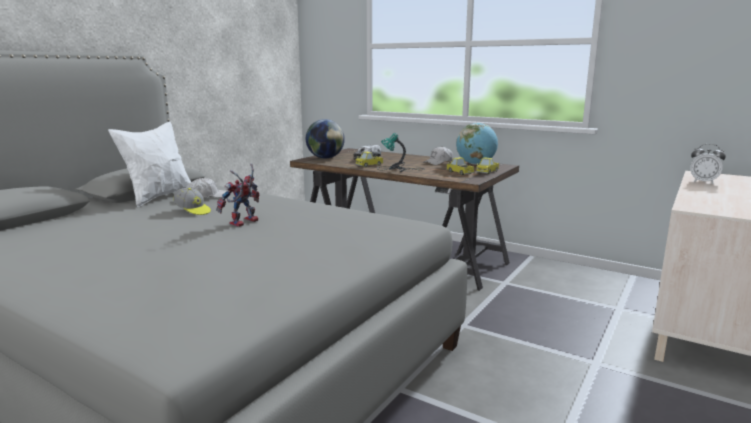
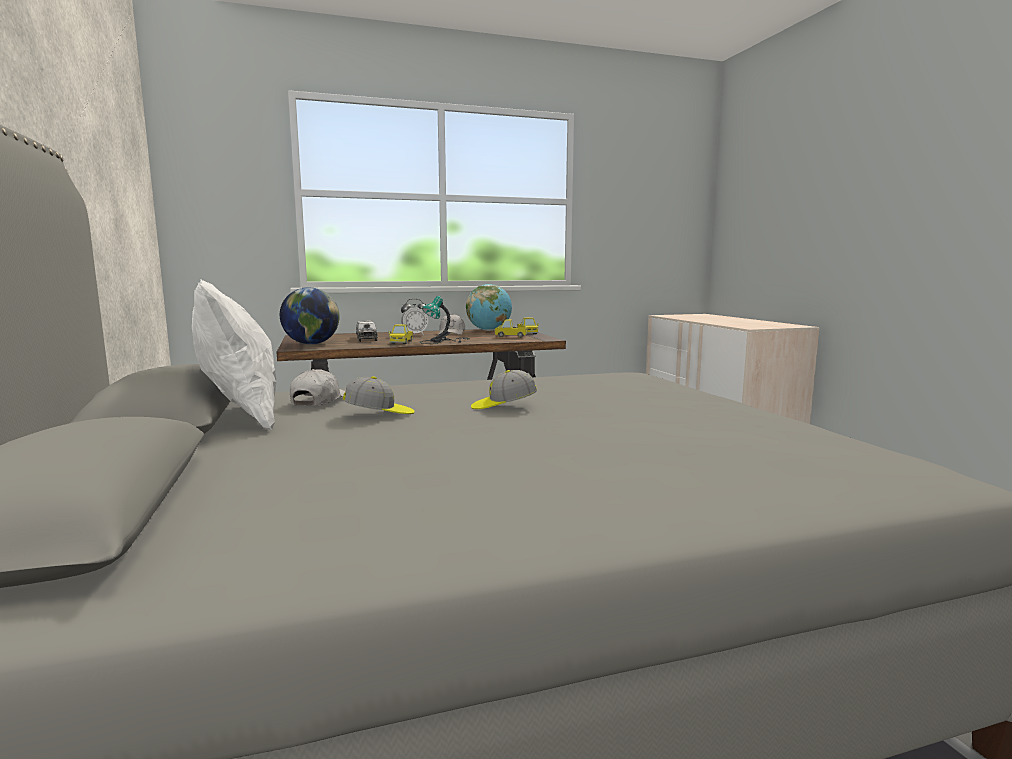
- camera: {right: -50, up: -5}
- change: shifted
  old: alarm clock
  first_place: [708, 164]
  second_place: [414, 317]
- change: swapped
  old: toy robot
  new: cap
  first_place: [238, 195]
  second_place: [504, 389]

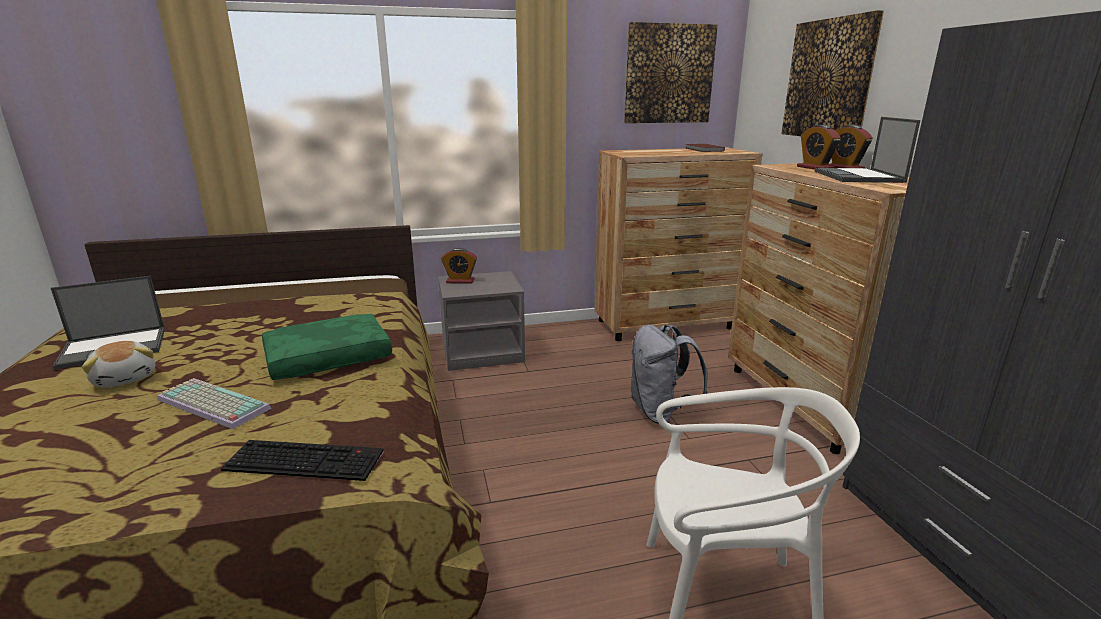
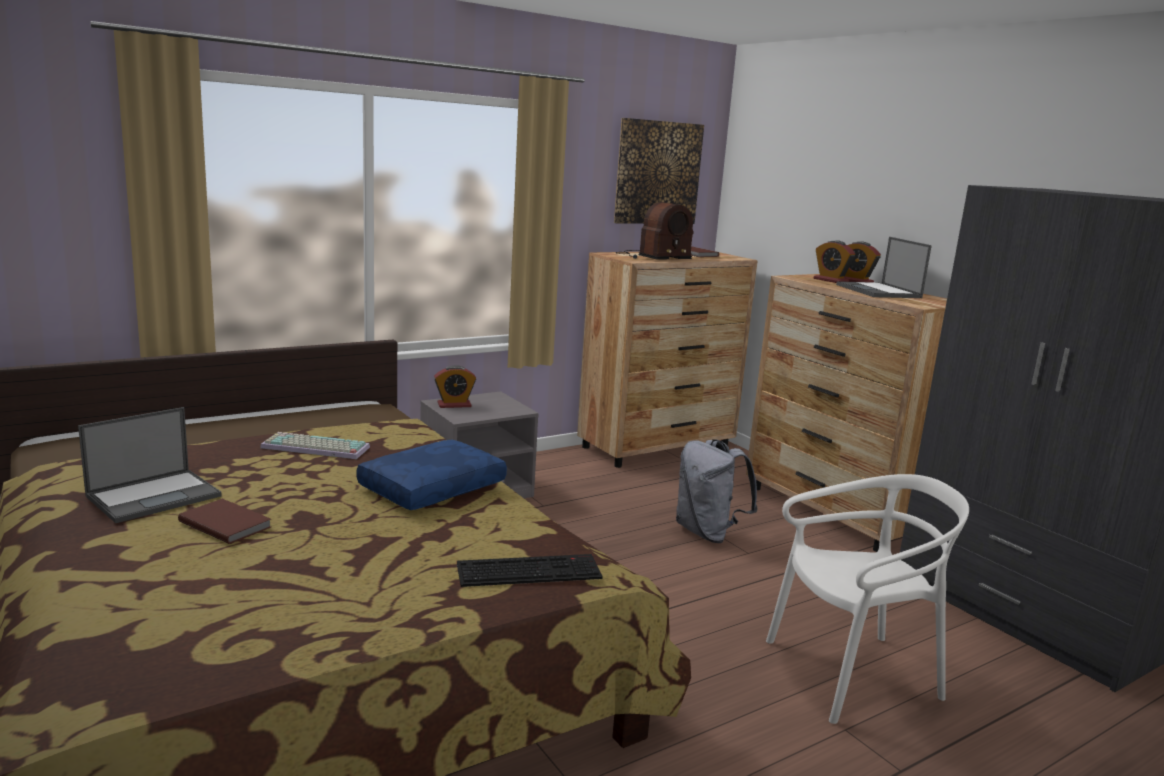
- camera: {right: -20, up: -5}
- change: gone
  old: picture
  first_place: [832, 73]
- change: new
  new: radio
  second_place: [655, 231]
- change: shifted
  old: keyboard
  first_place: [214, 403]
  second_place: [315, 445]
- change: swapped
  old: plush toy
  new: brown book
  first_place: [118, 364]
  second_place: [224, 521]
- change: repainted
  old: green pillow
  new: blue pillow
  first_place: [327, 347]
  second_place: [431, 475]

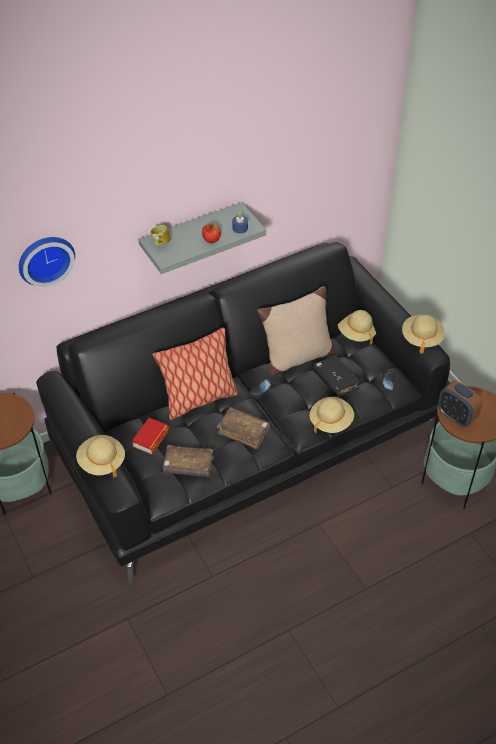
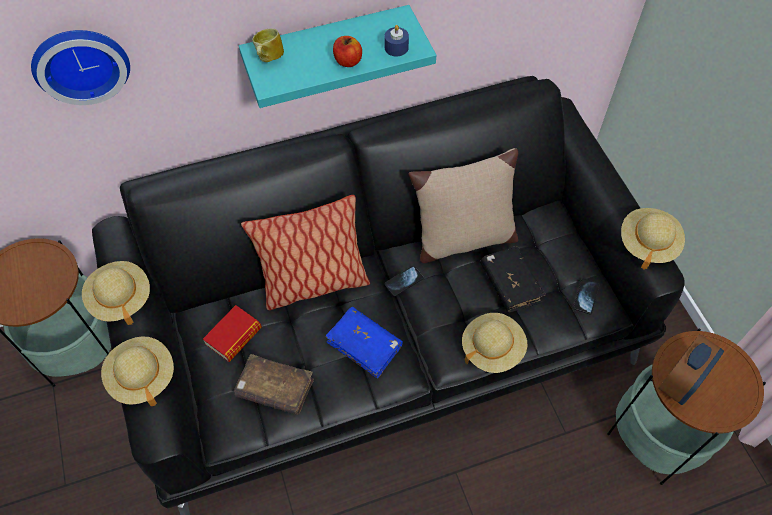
- camera: {right: 10, up: 10}
- change: shifted
  old: beige hat
  first_place: [357, 327]
  second_place: [116, 293]
- change: repainted
  old: grey shelf
  new: turquoise shelf
  first_place: [202, 238]
  second_place: [337, 56]
- change: repainted
  old: brown book
  new: blue book
  first_place: [243, 428]
  second_place: [364, 343]
- change: rotated
  old: alarm clock
  first_place: [460, 403]
  second_place: [691, 369]
  degrees: -105

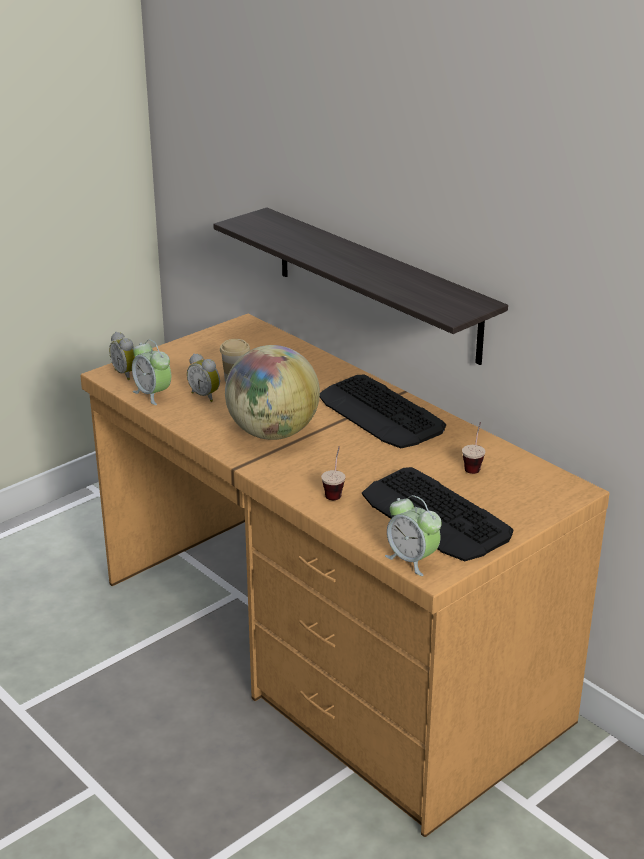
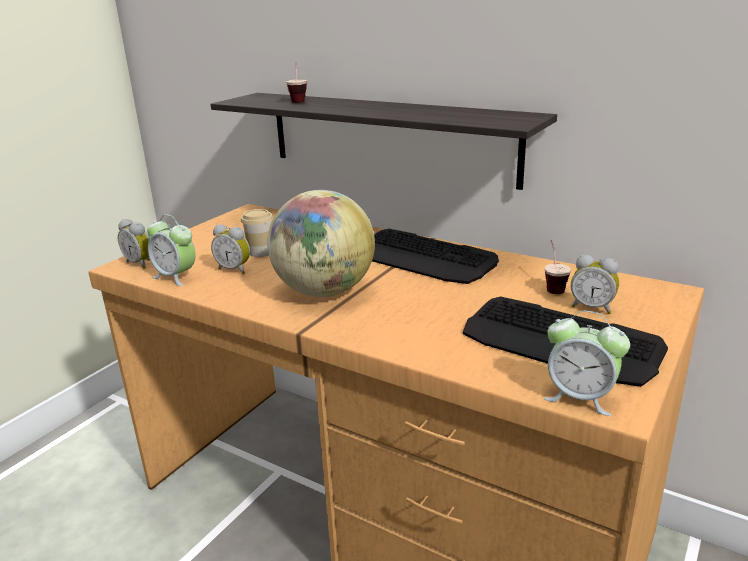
- camera: {right: -15, up: -5}
- change: new
  new: alarm clock
  second_place: [595, 284]
- change: shifted
  old: cup
  first_place: [333, 473]
  second_place: [296, 83]

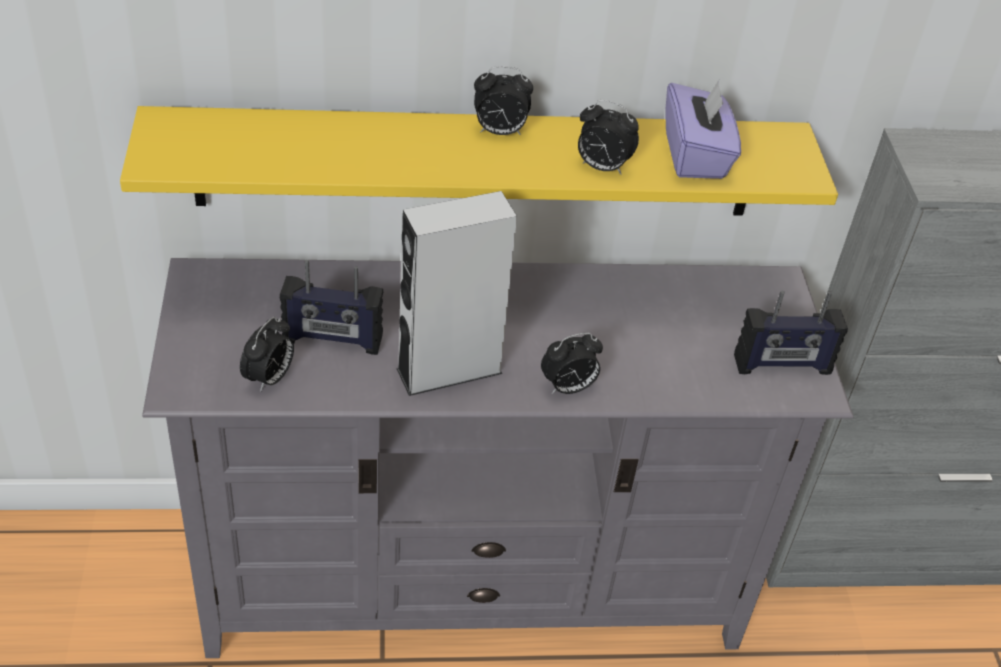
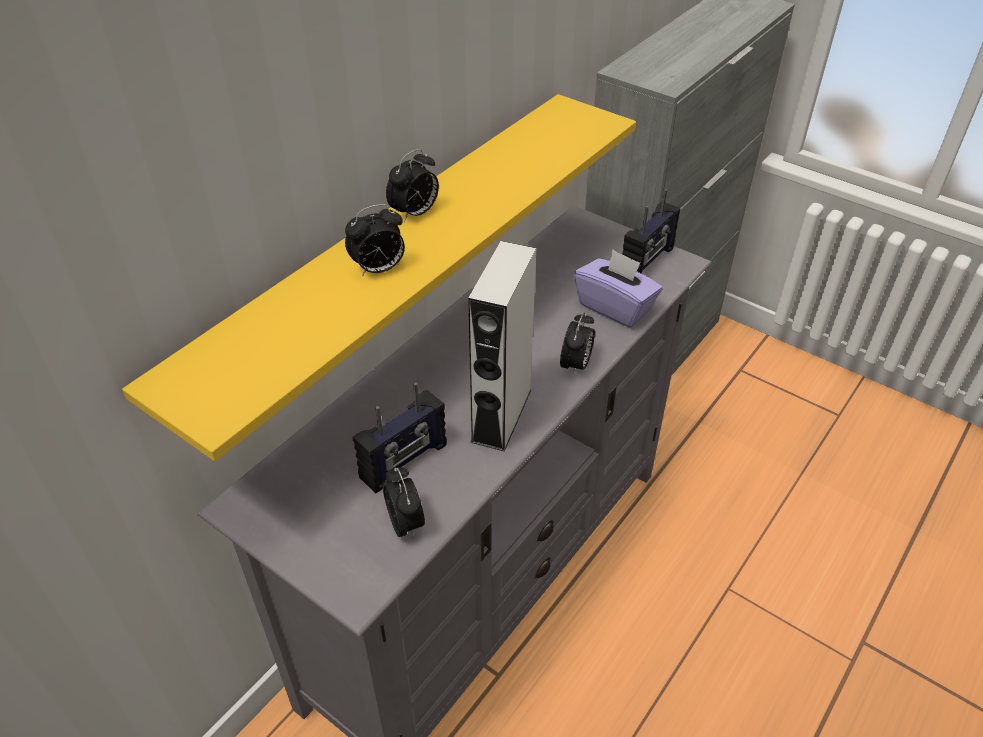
- camera: {right: -45, up: 0}
- change: shifted
  old: alarm clock
  first_place: [608, 137]
  second_place: [375, 240]
- change: shifted
  old: purple tissue box
  first_place: [703, 129]
  second_place: [618, 288]

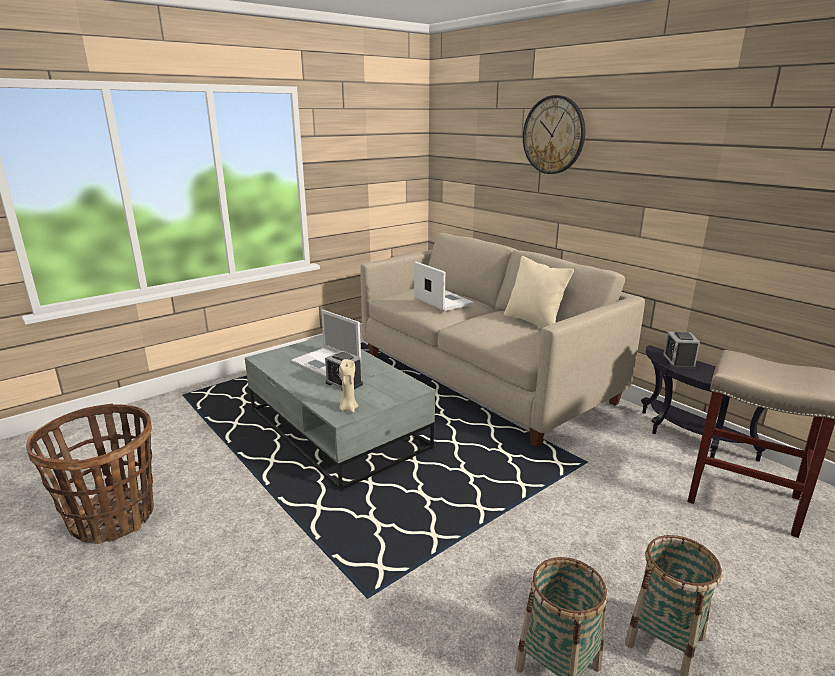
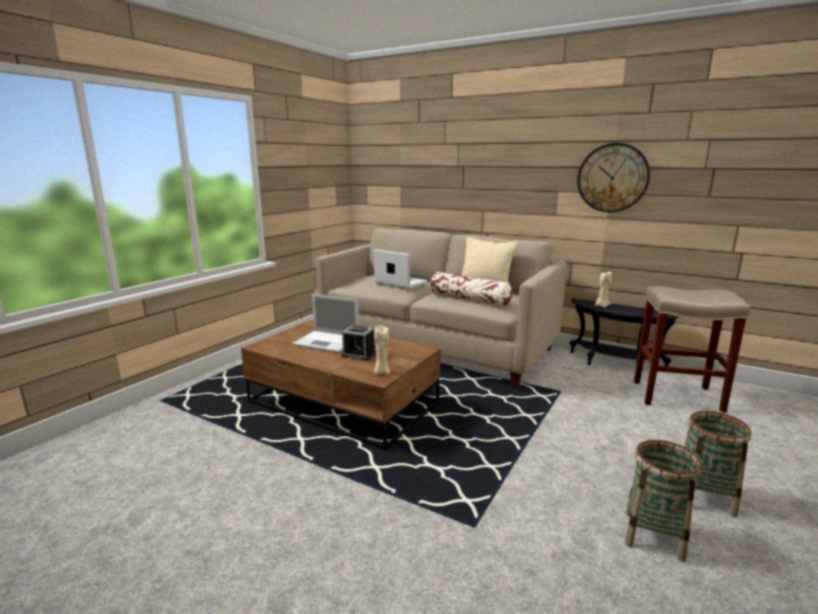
- camera: {right: -20, up: -5}
- change: gone
  old: basket
  first_place: [90, 473]
- change: new
  new: pillow
  second_place: [471, 289]
- change: shifted
  old: wall clock
  first_place: [554, 134]
  second_place: [613, 177]
- change: swapped
  old: alarm clock
  new: beige candle
  first_place: [681, 350]
  second_place: [603, 290]
- change: repainted
  old: grey coffee table
  new: brown coffee table
  first_place: [340, 414]
  second_place: [340, 385]

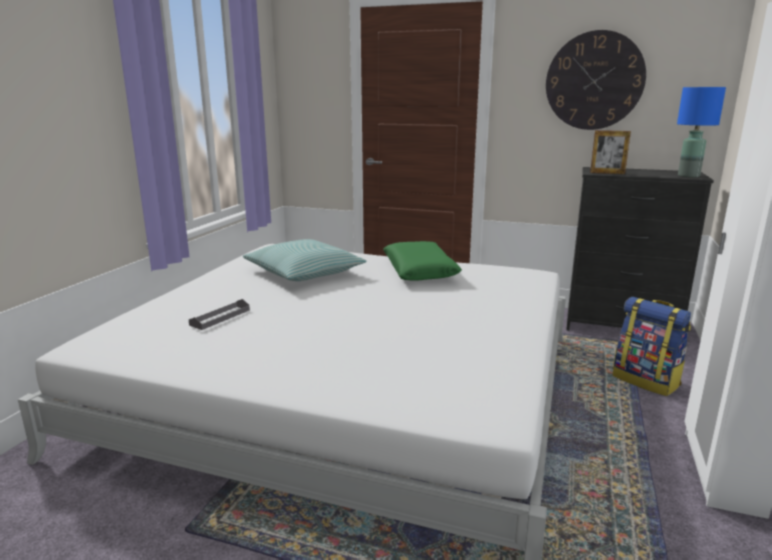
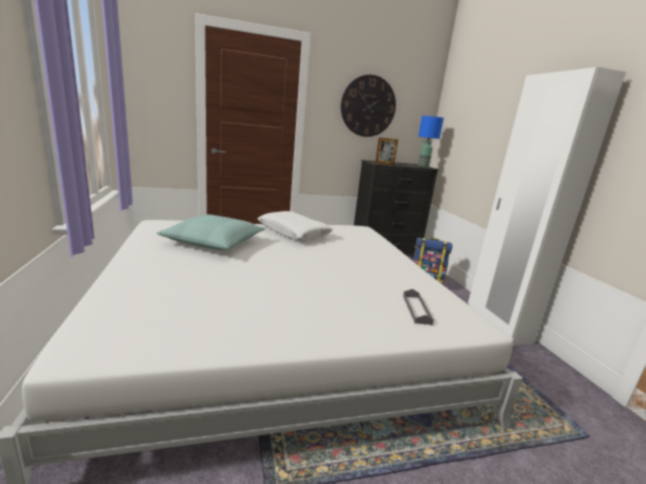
- camera: {right: -35, up: 0}
- change: shifted
  old: grey tray
  first_place: [219, 314]
  second_place: [418, 307]
- change: repainted
  old: green pillow
  new: white pillow
  first_place: [422, 261]
  second_place: [295, 225]

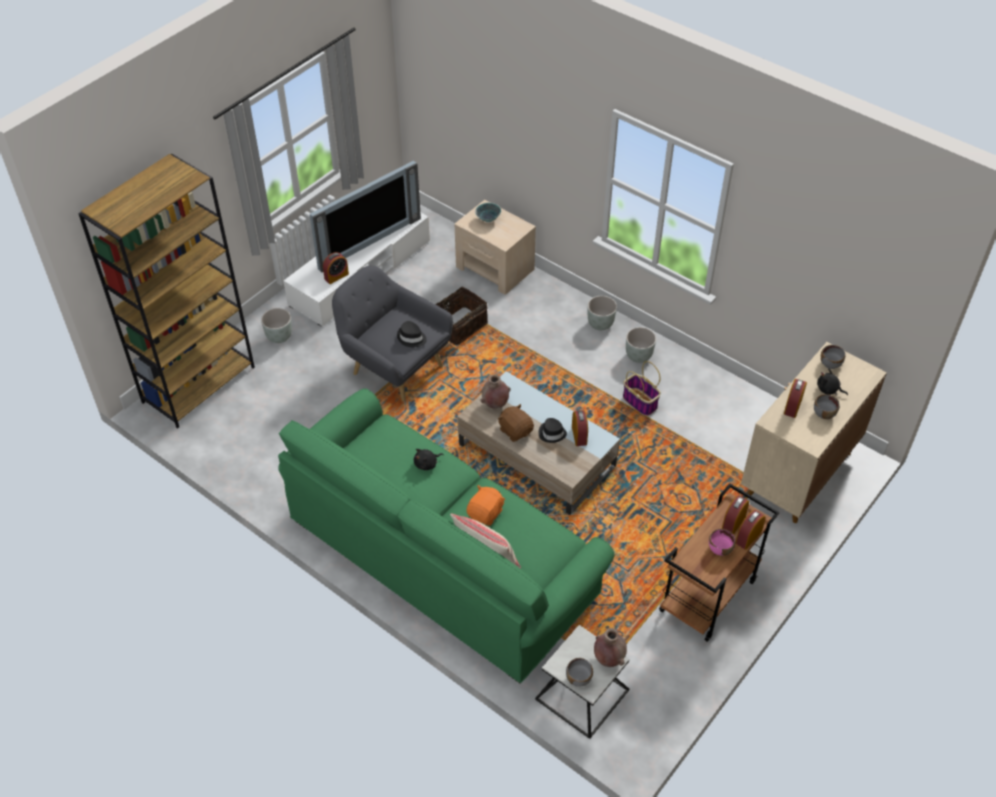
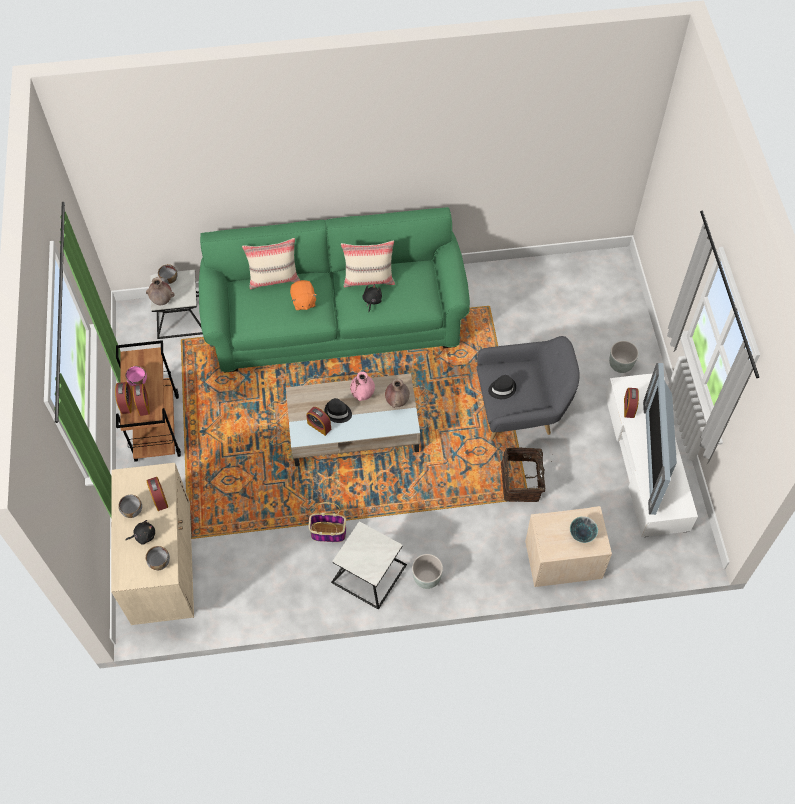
- camera: {right: 135, up: 10}
- change: gone
  old: brown bookcase
  first_place: [167, 291]
- change: new
  new: beige pillow
  second_place: [368, 264]
- change: swapped
  old: brown plush toy
  new: pink vase
  first_place: [516, 423]
  second_place: [362, 386]
- change: swapped
  old: grey planter
  new: side table
  first_place: [641, 345]
  second_place: [369, 565]

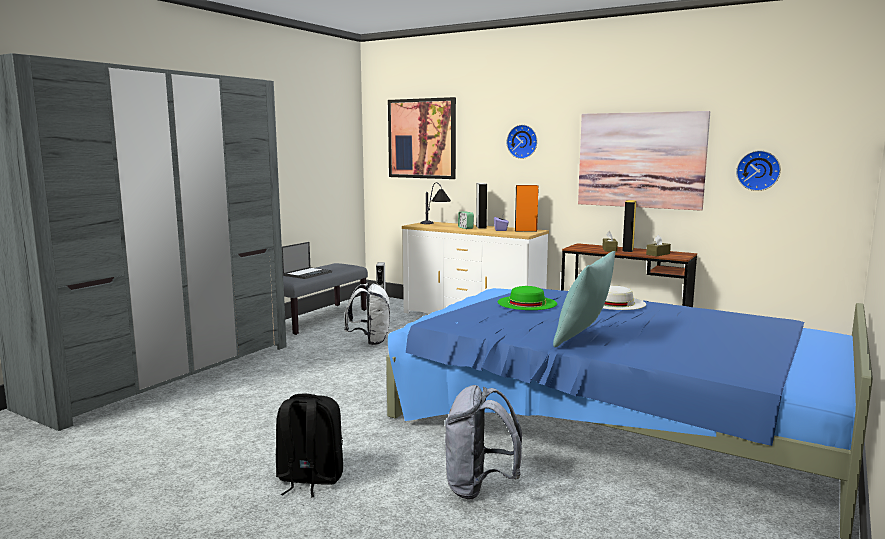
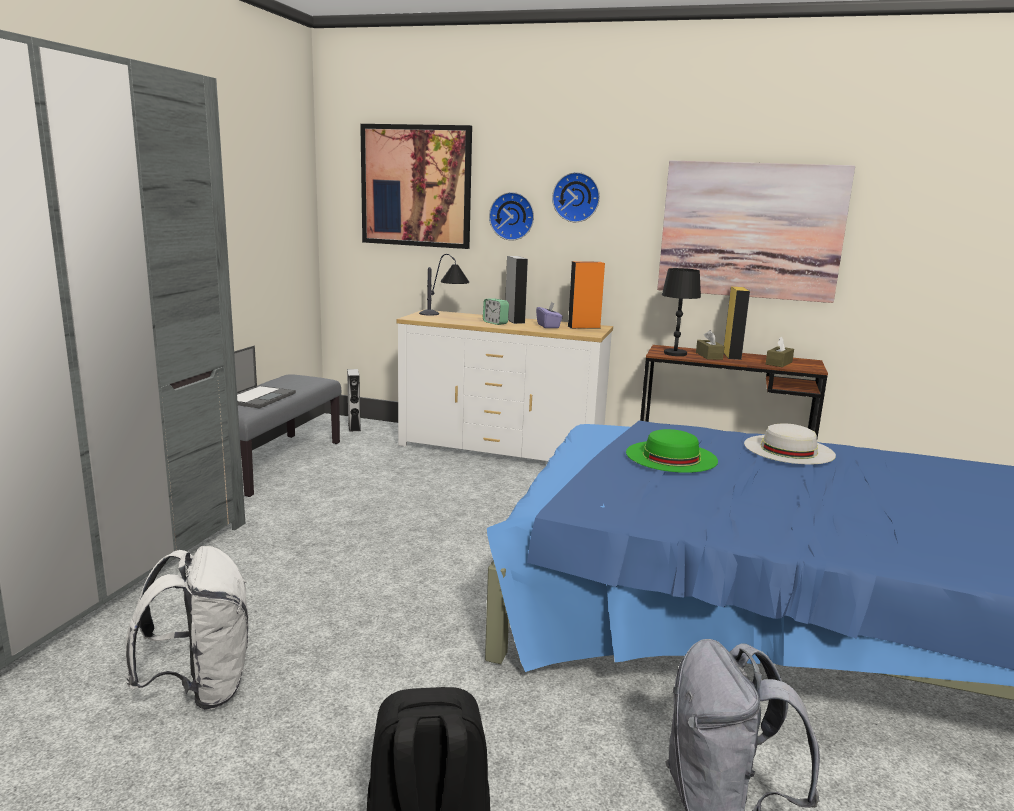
- camera: {right: -15, up: 5}
- change: gone
  old: turquoise pillow
  first_place: [584, 299]
- change: new
  new: black table lamp
  second_place: [681, 312]
- change: shifted
  old: white backpack
  first_place: [367, 314]
  second_place: [186, 628]
- change: shifted
  old: wall clock
  first_place: [758, 170]
  second_place: [511, 216]

